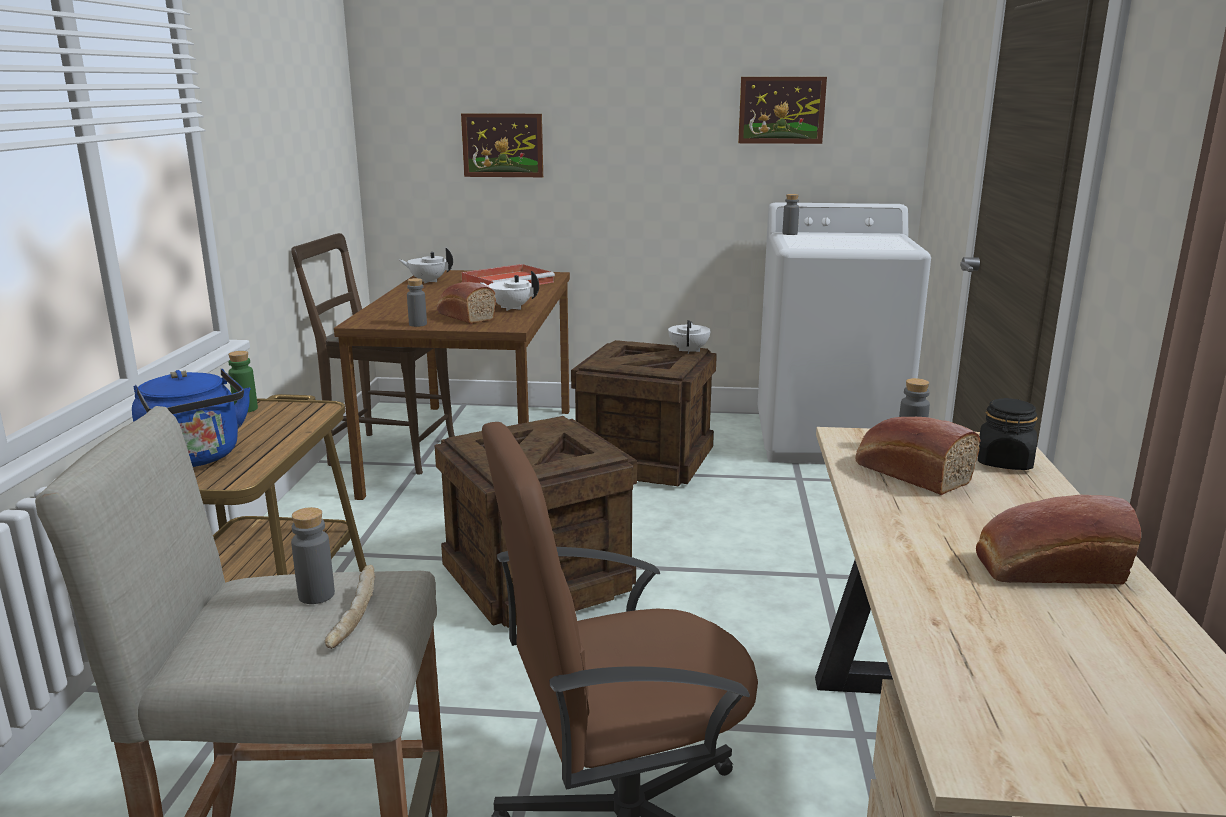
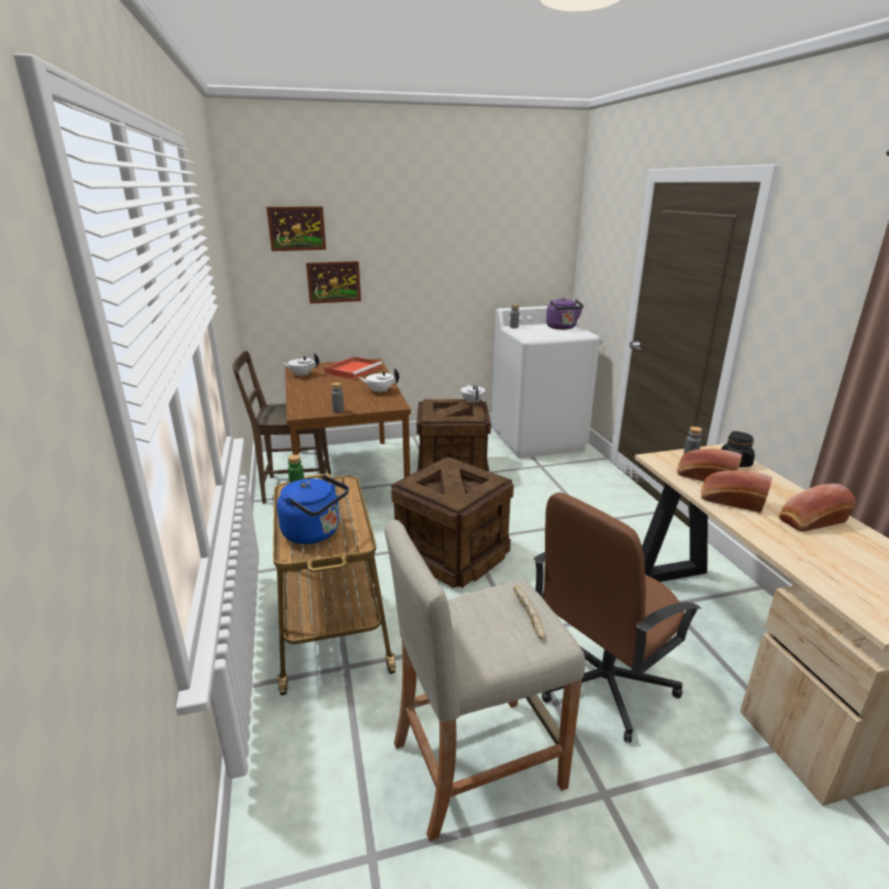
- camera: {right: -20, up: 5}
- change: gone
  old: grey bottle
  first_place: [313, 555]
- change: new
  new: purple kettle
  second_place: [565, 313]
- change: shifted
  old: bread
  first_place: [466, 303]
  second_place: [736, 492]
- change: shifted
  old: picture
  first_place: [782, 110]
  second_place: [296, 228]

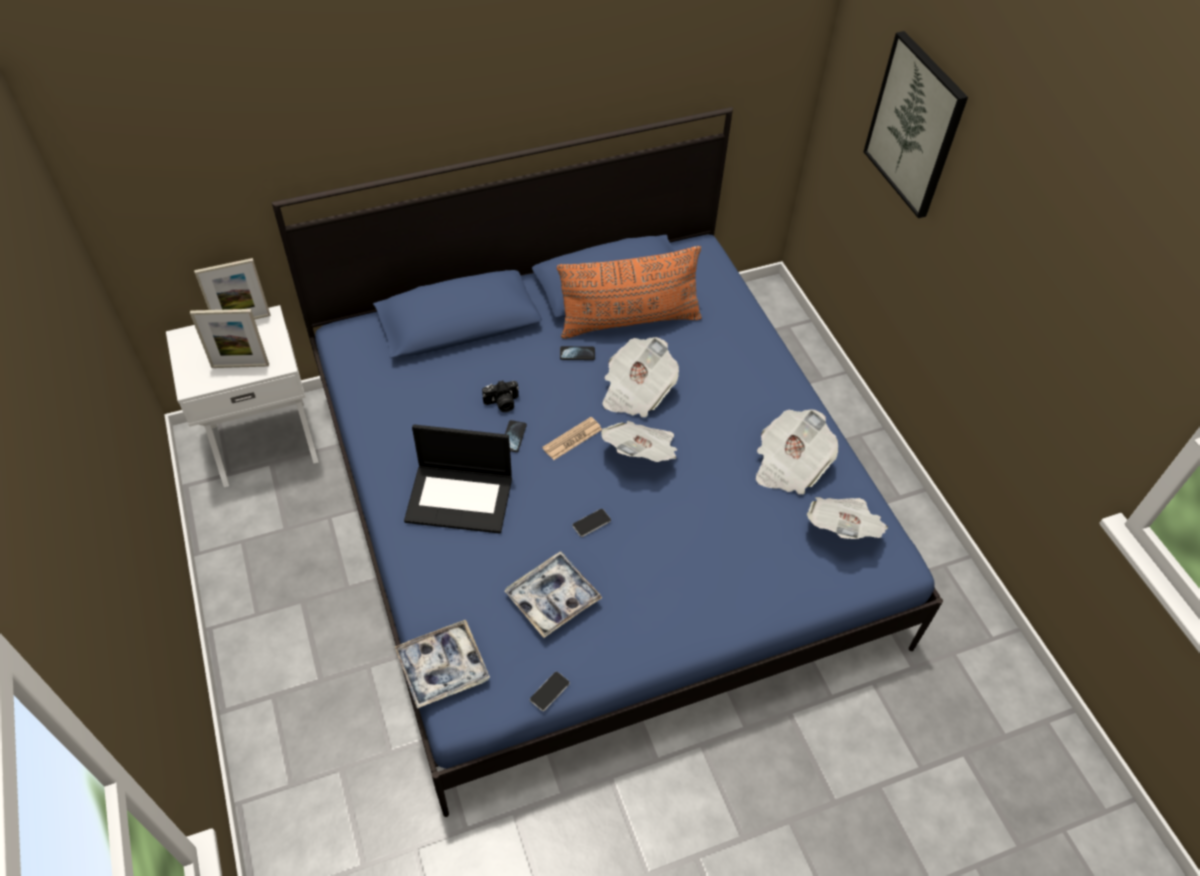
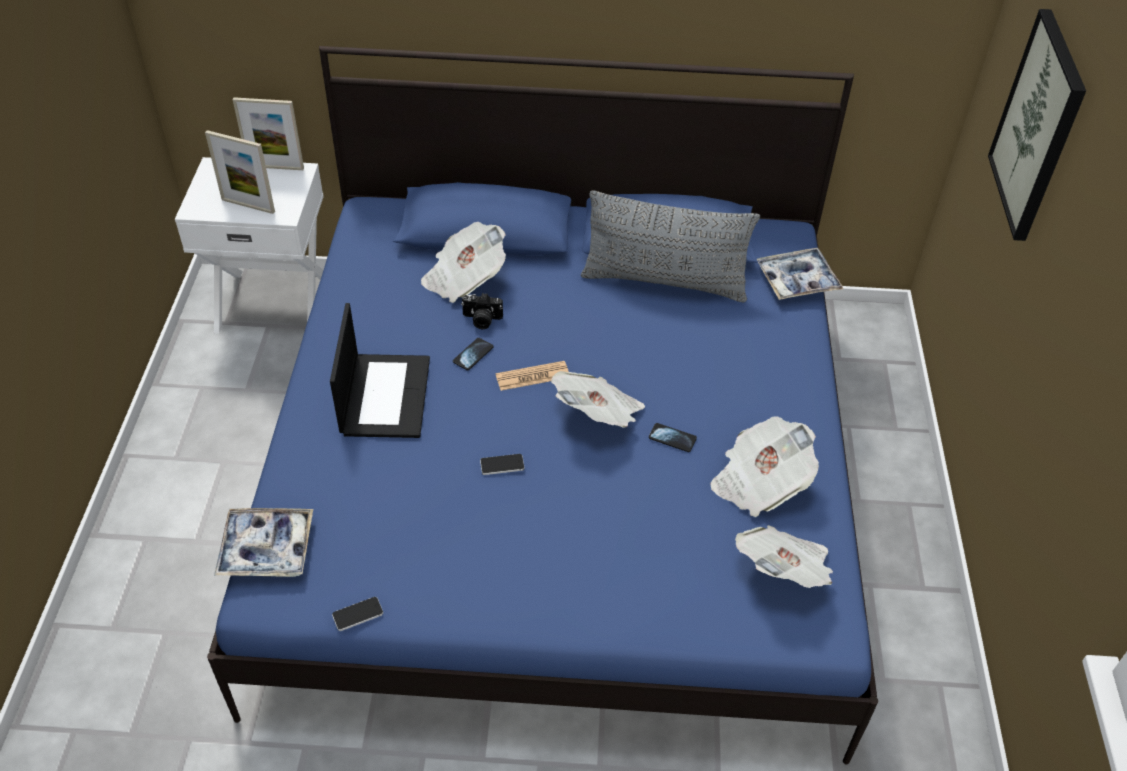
- camera: {right: 25, up: -5}
- change: shifted
  old: tray
  first_place: [553, 594]
  second_place: [799, 274]
- change: shifted
  old: phone
  first_place: [577, 353]
  second_place: [673, 437]
- change: shifted
  old: newspaper
  first_place: [640, 377]
  second_place: [463, 262]
- change: repainted
  old: orange pillow
  new: grey pillow
  first_place: [629, 292]
  second_place: [670, 246]
- change: rotated
  old: laptop
  first_place: [458, 478]
  second_place: [380, 370]
  degrees: -120

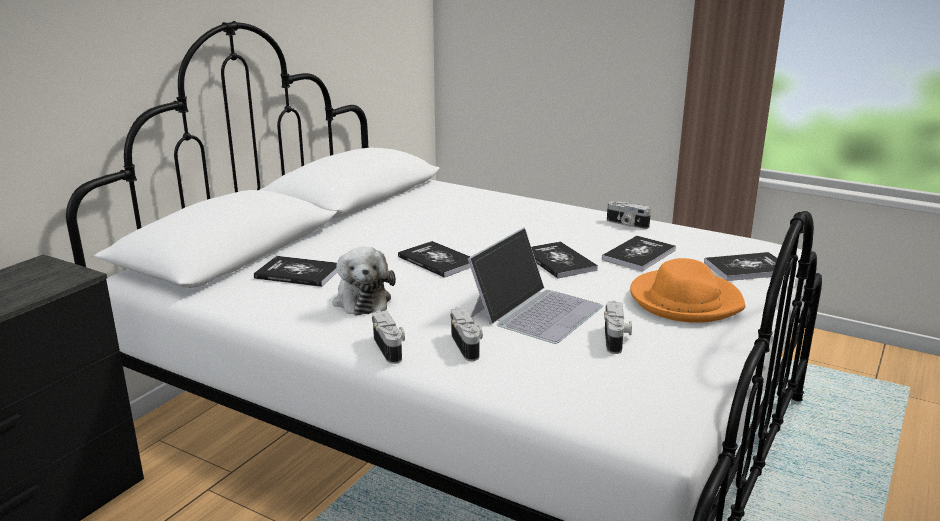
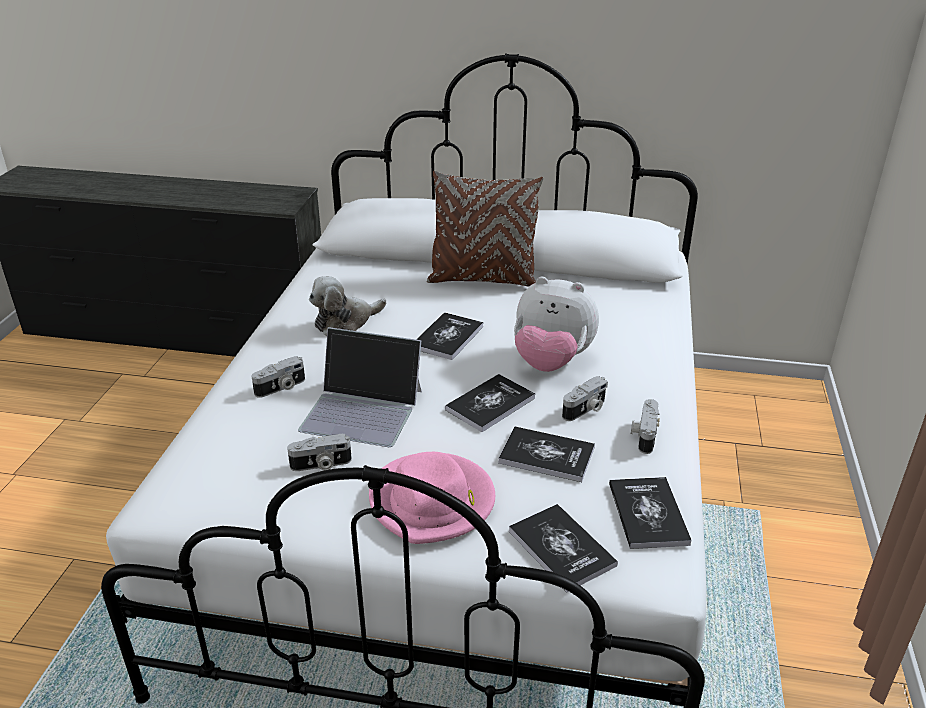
- camera: {right: 70, up: 10}
- change: new
  new: brown pillow
  second_place: [485, 228]
- change: new
  new: plush toy
  second_place: [556, 324]
- change: shifted
  old: book
  first_place: [295, 271]
  second_place: [650, 513]
- change: shifted
  old: photo camera
  first_place: [388, 337]
  second_place: [585, 398]
- change: repainted
  old: orange hat
  new: pink hat
  first_place: [687, 290]
  second_place: [432, 498]

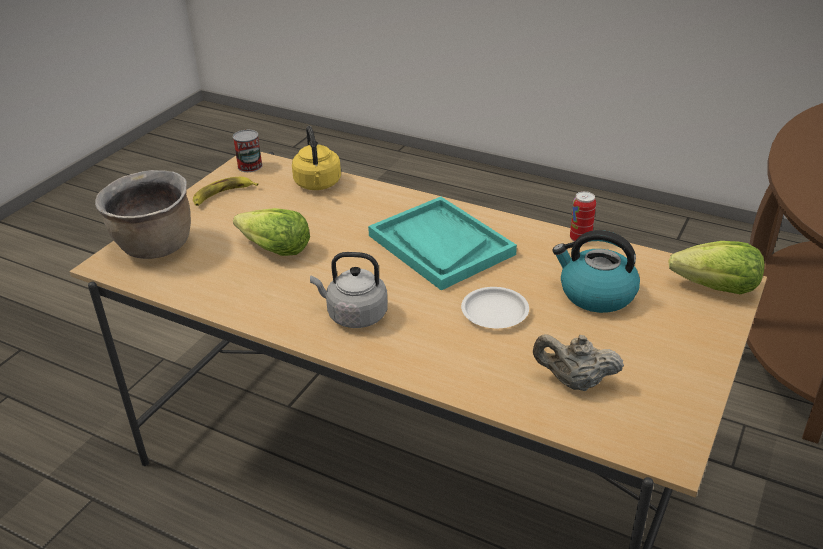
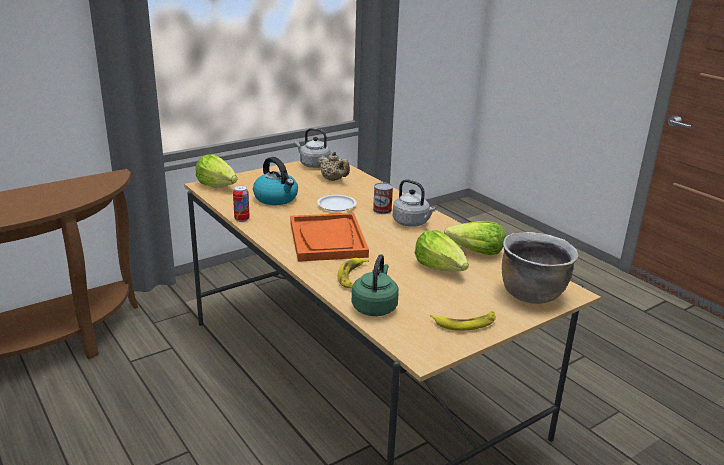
- camera: {right: -155, up: -10}
- change: new
  new: grey kettle
  second_place: [312, 148]
- change: new
  new: banana
  second_place: [353, 273]
- change: new
  new: lettuce
  second_place: [474, 238]
- change: shifted
  old: can
  first_place: [248, 151]
  second_place: [383, 198]
- change: repainted
  old: yellow kettle
  new: green kettle
  first_place: [316, 158]
  second_place: [375, 285]
- change: repainted
  old: turquoise tray
  new: orange tray
  first_place: [442, 244]
  second_place: [329, 237]

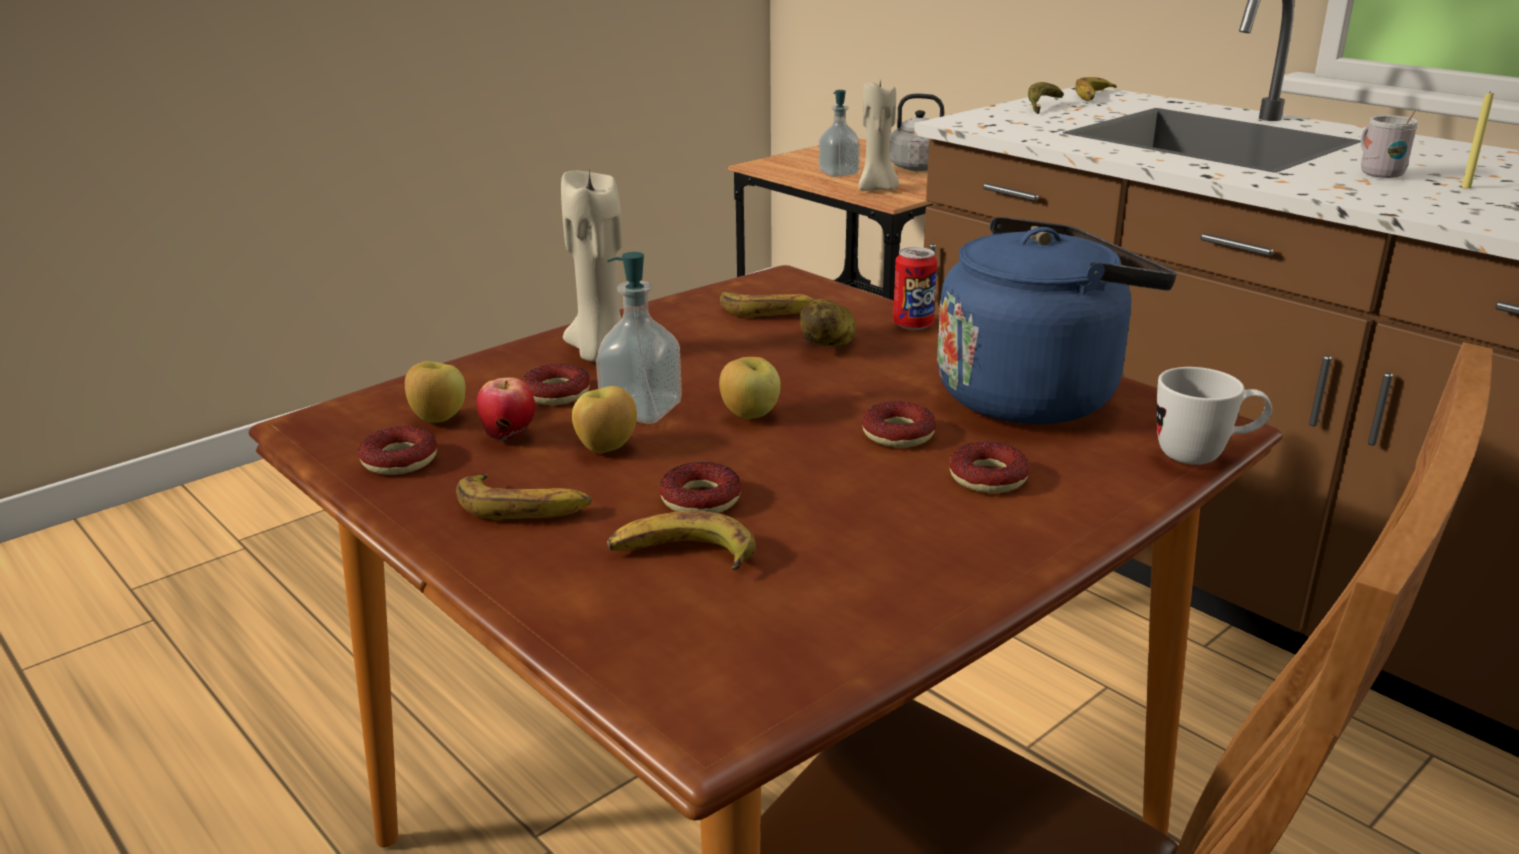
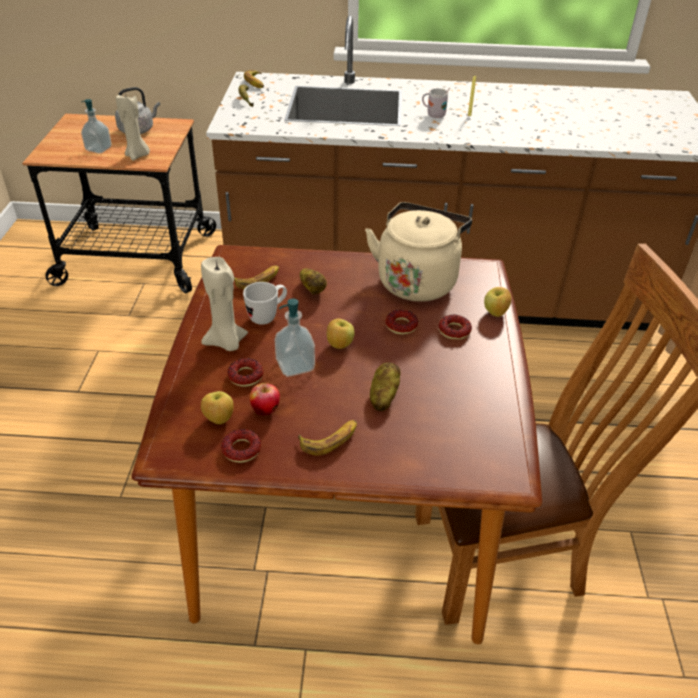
- camera: {right: -45, up: 15}
- change: gone
  old: banana
  first_place: [681, 540]
- change: gone
  old: can
  first_place: [915, 288]
- change: shifted
  old: apple
  first_place: [604, 419]
  second_place: [497, 302]
- change: shifted
  old: white mug
  first_place: [1214, 416]
  second_place: [265, 303]
- change: swapped
  old: donut
  new: potato
  first_place: [700, 487]
  second_place: [385, 386]
- change: repainted
  old: blue kettle
  new: beige kettle
  first_place: [1056, 320]
  second_place: [418, 252]

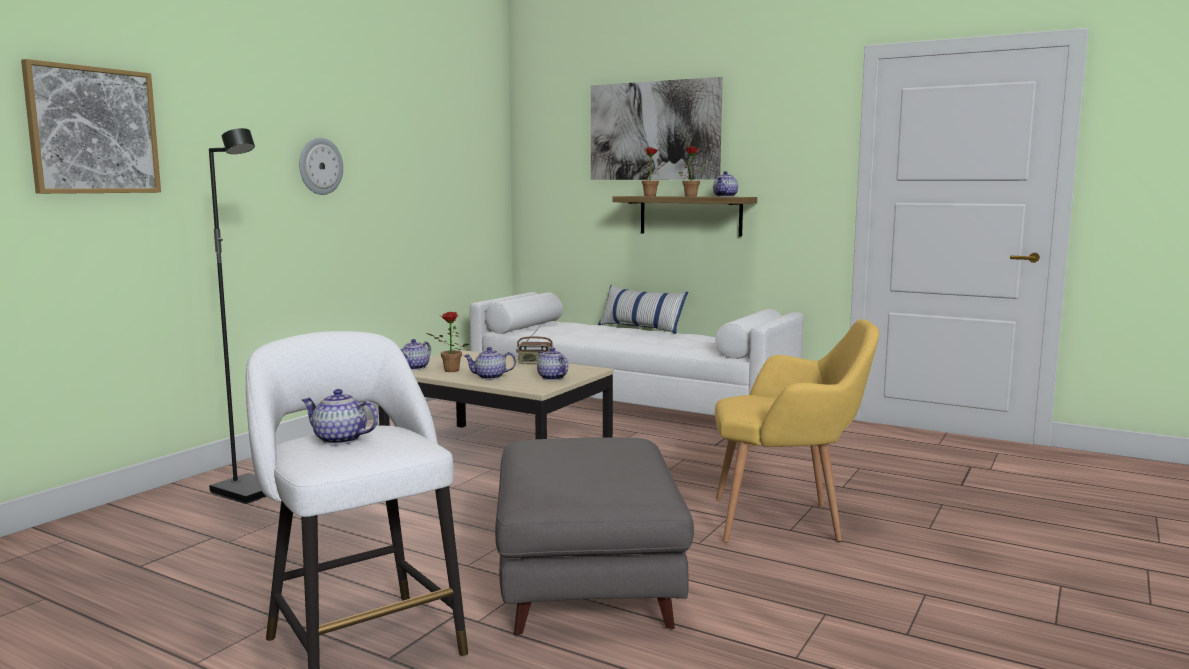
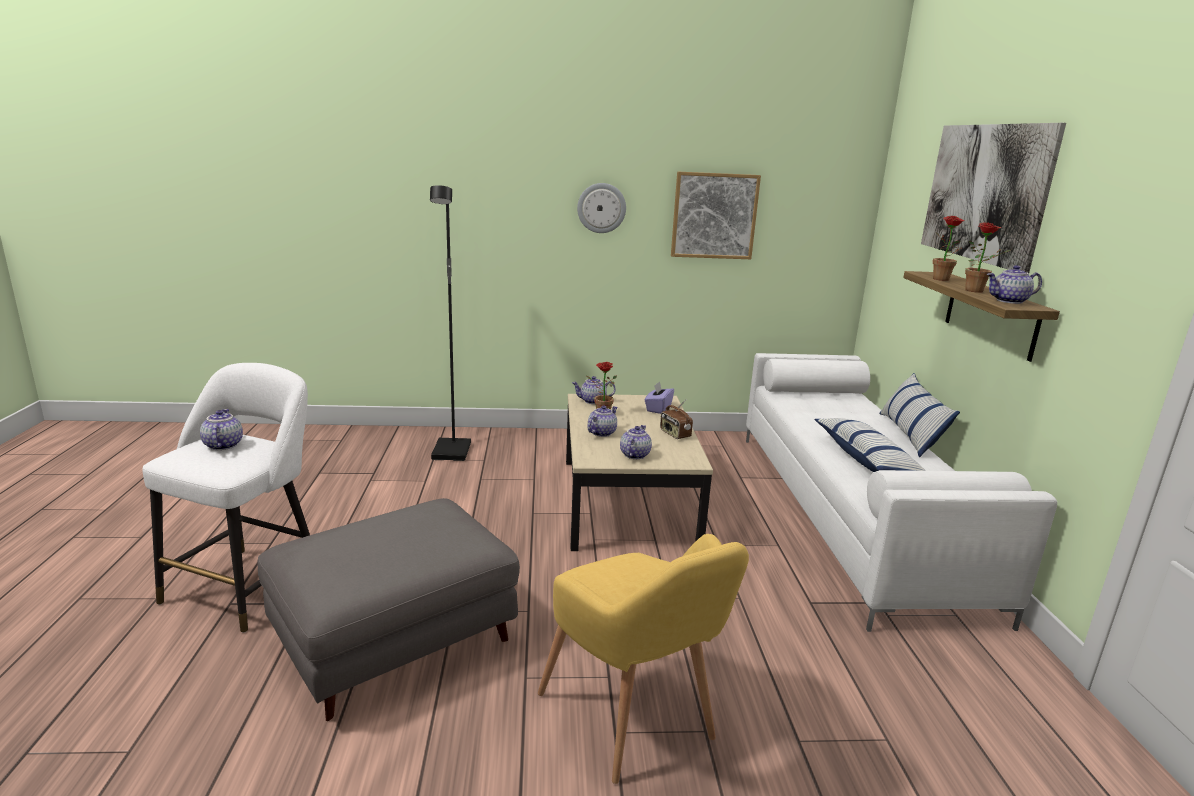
- camera: {right: 55, up: 10}
- change: new
  new: purple tissue box
  second_place: [659, 397]
- change: new
  new: pillow
  second_place: [870, 445]
- change: shifted
  old: picture
  first_place: [91, 126]
  second_place: [716, 215]
- change: rotated
  old: teapot
  first_place: [490, 363]
  second_place: [602, 421]
  degrees: 75

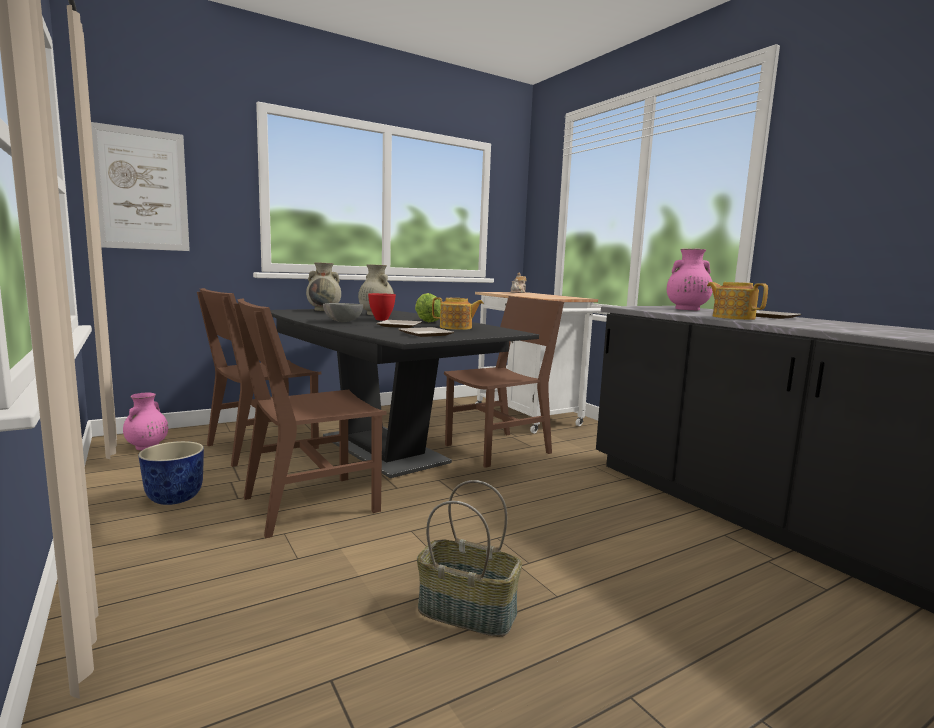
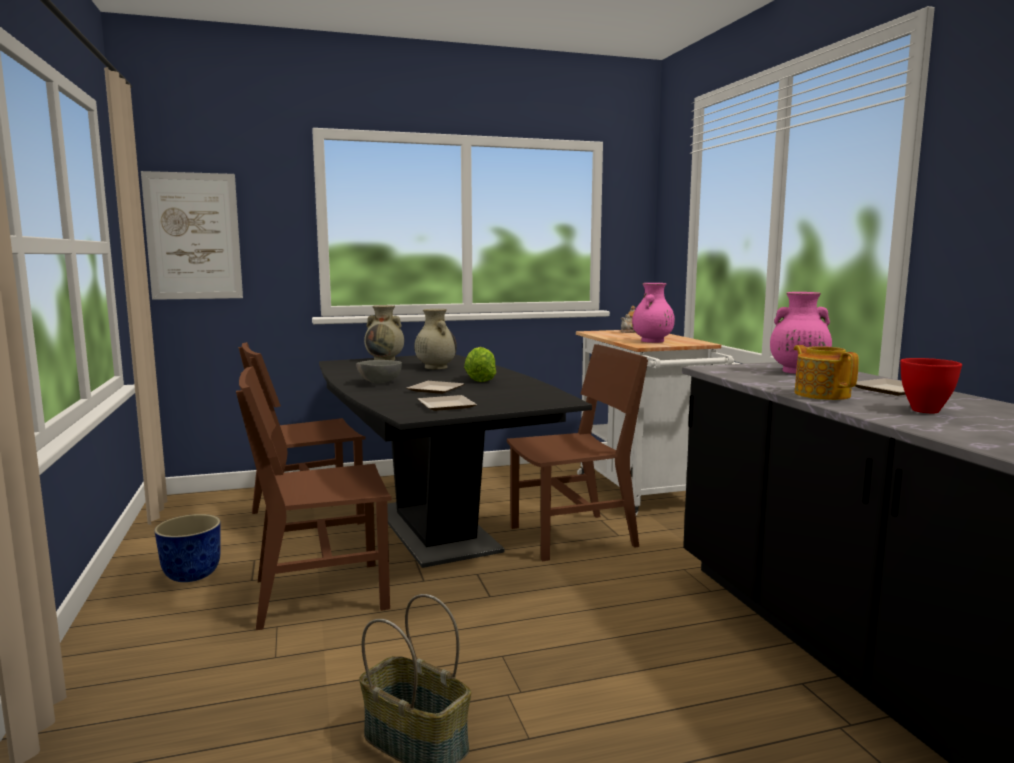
- camera: {right: 15, up: 0}
- change: gone
  old: teapot
  first_place: [458, 313]
- change: shifted
  old: pink vase
  first_place: [145, 421]
  second_place: [653, 313]
- change: shifted
  old: red bowl
  first_place: [382, 307]
  second_place: [931, 385]

